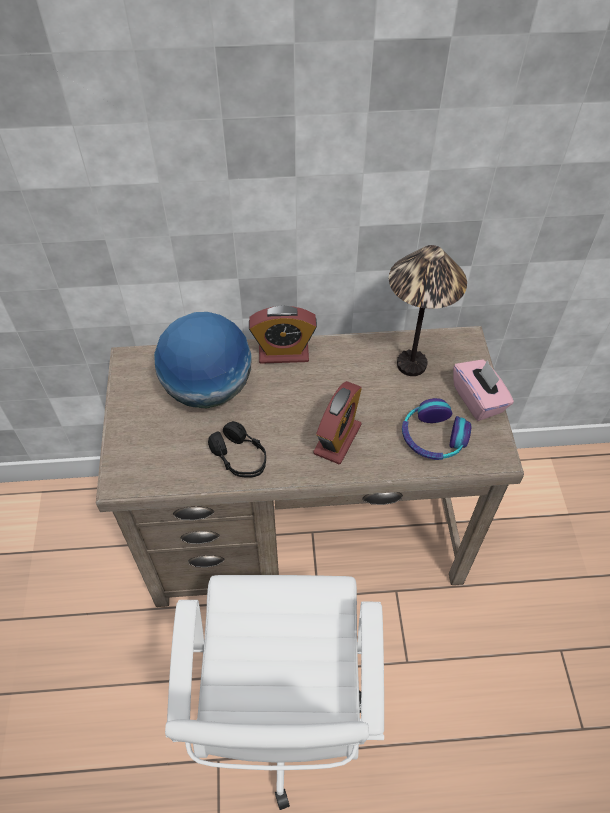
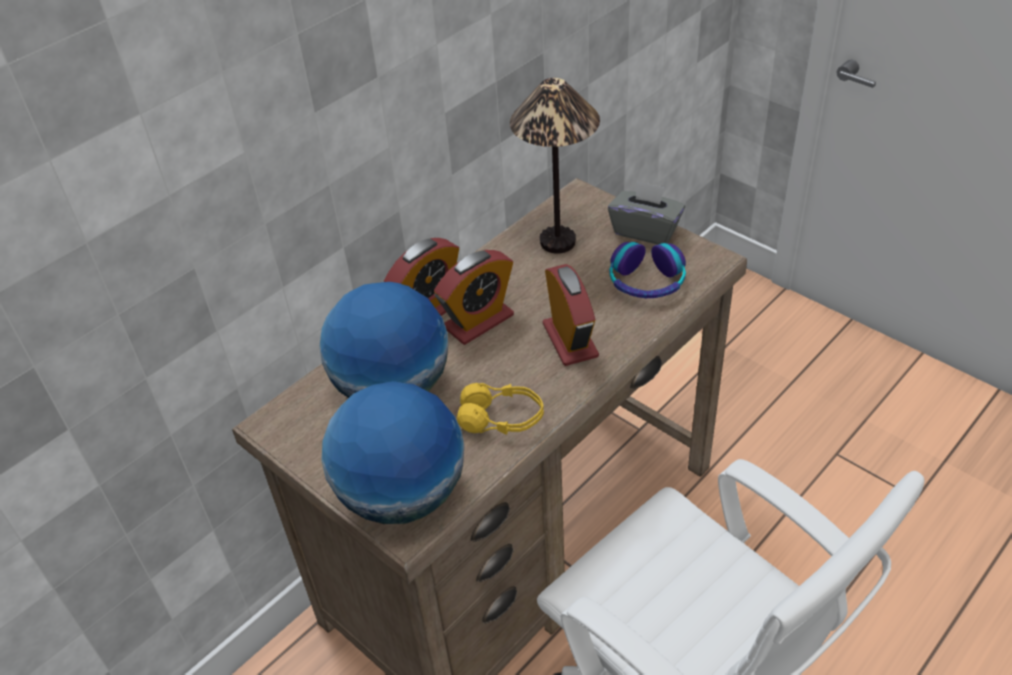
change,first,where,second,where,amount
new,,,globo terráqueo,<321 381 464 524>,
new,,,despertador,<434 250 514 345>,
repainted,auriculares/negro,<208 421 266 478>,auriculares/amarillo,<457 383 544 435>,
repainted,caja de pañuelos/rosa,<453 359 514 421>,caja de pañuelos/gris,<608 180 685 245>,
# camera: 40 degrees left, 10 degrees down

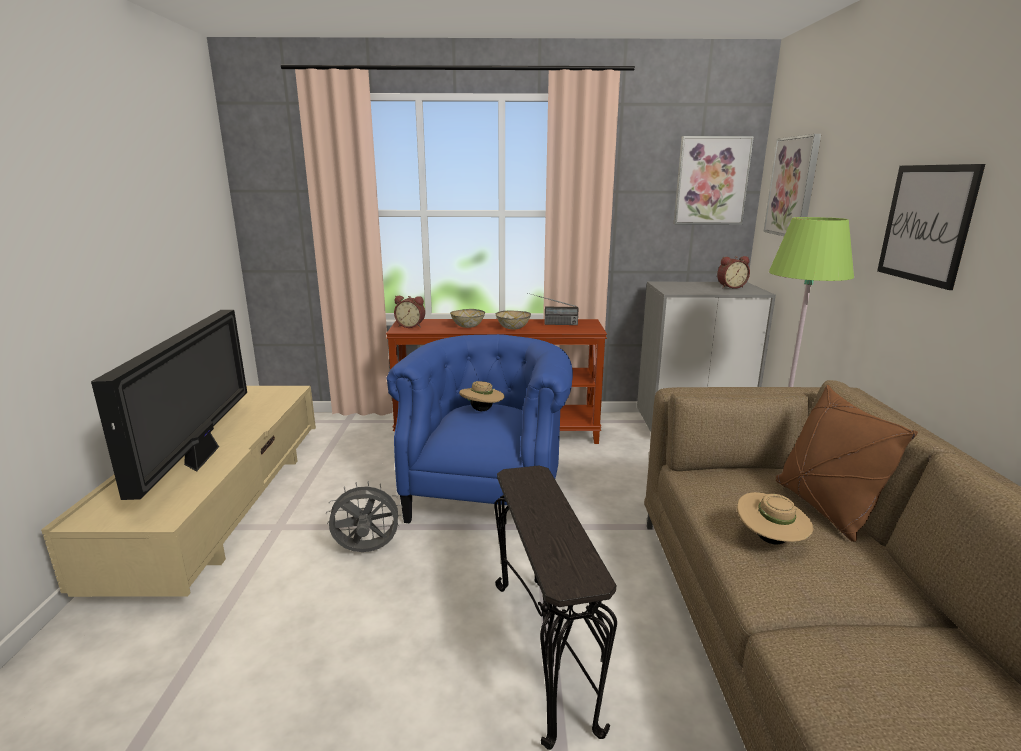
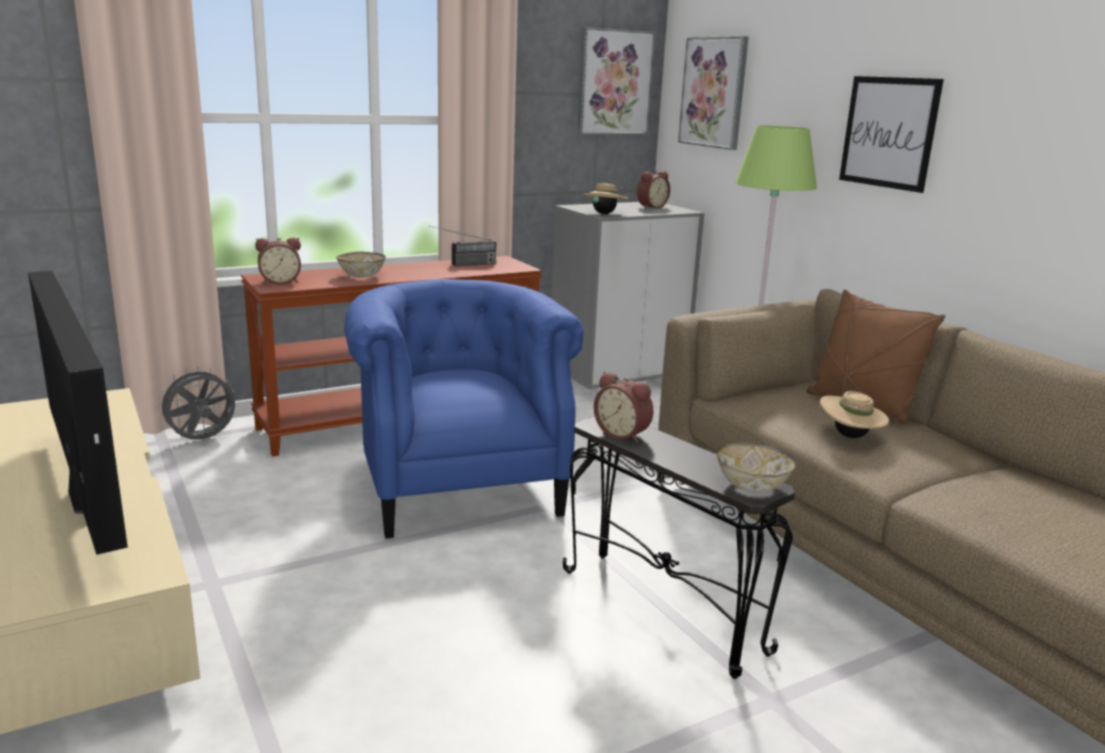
change,first,where,second,where,amount
shifted,ventilador/gris,<326 481 403 552>,,<156 366 235 439>,
shifted,sombrero/beis,<459 381 504 411>,,<583 184 629 214>,
new,,,despertador,<594 372 654 443>,
shifted,cuenco,<496 311 531 330>,,<717 443 796 493>,
# camera: 30 degrees left, 0 degrees up

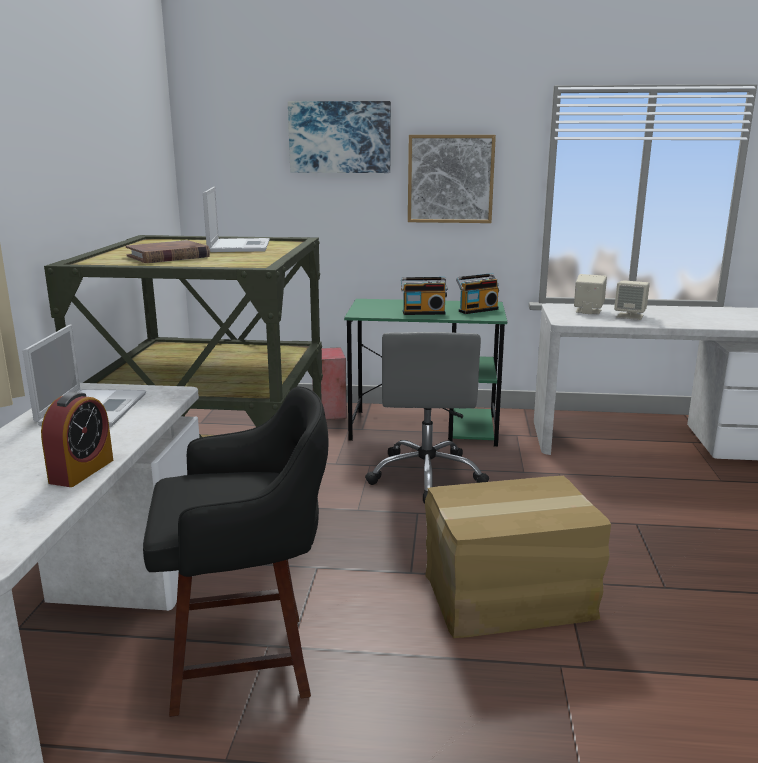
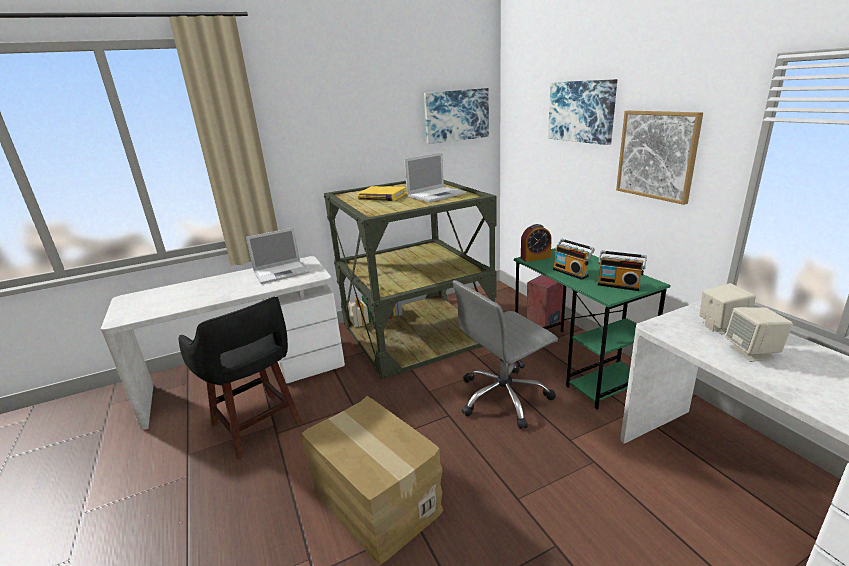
change,first,where,second,where,amount
repainted,libro/marrón,<126 240 210 263>,libro/amarillo,<357 186 407 201>,
new,,,cuadro,<424 88 489 144>,
shifted,despertador,<41 392 113 487>,,<521 224 552 262>,
# camera: 60 degrees right, 5 degrees up

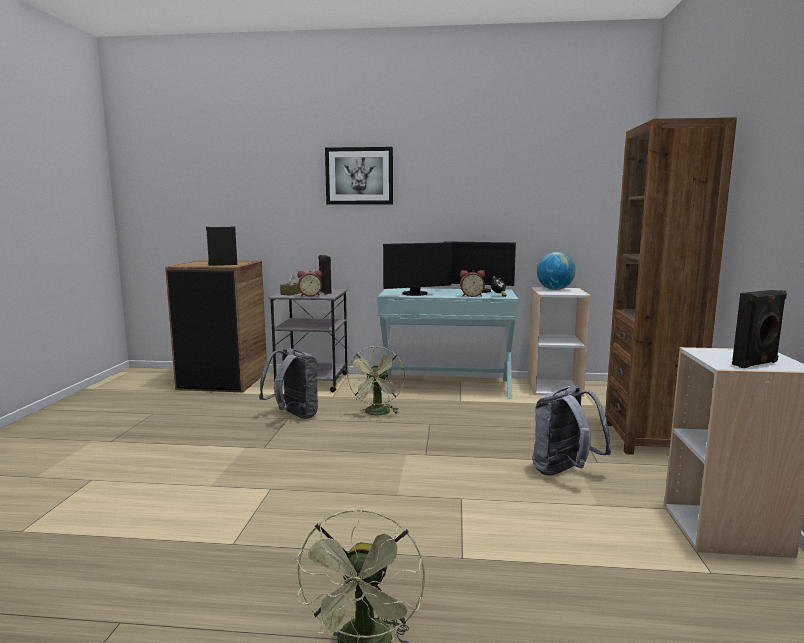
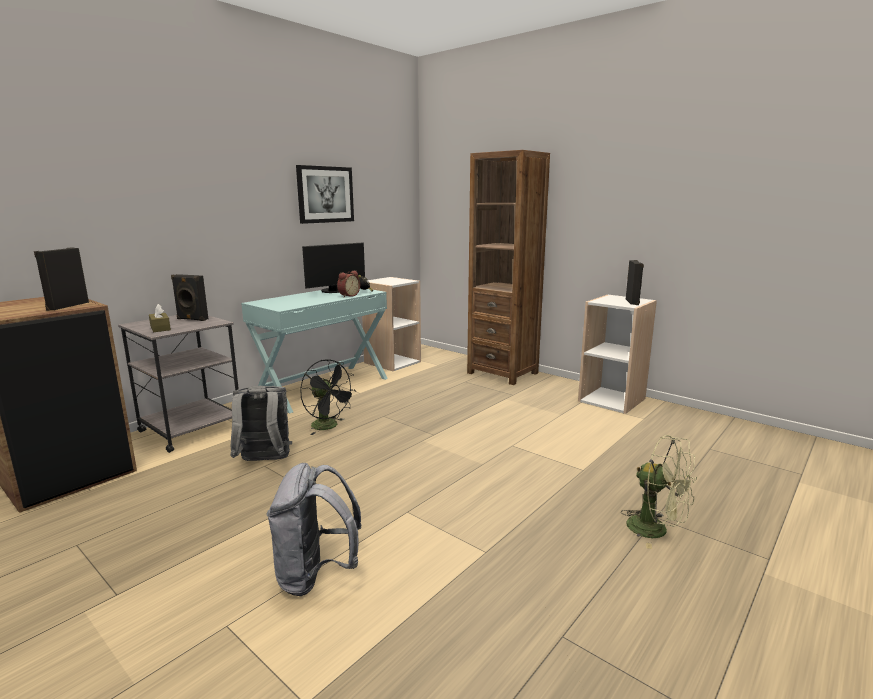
change,first,where,second,where,amount
shifted,mochila/gris,<533 386 611 476>,,<267 463 362 596>,
shifted,cuadro,<325 147 393 204>,,<296 165 354 224>,
repainted,ventilador/verde,<347 346 405 415>,ventilador/negro,<300 359 356 435>,
gone,despertador,<297 270 322 297>,,,
gone,monitor,<383 242 452 296>,,,
gone,globo terráqueo,<537 252 575 290>,,,
# camera: 55 degrees left, 5 degrees up

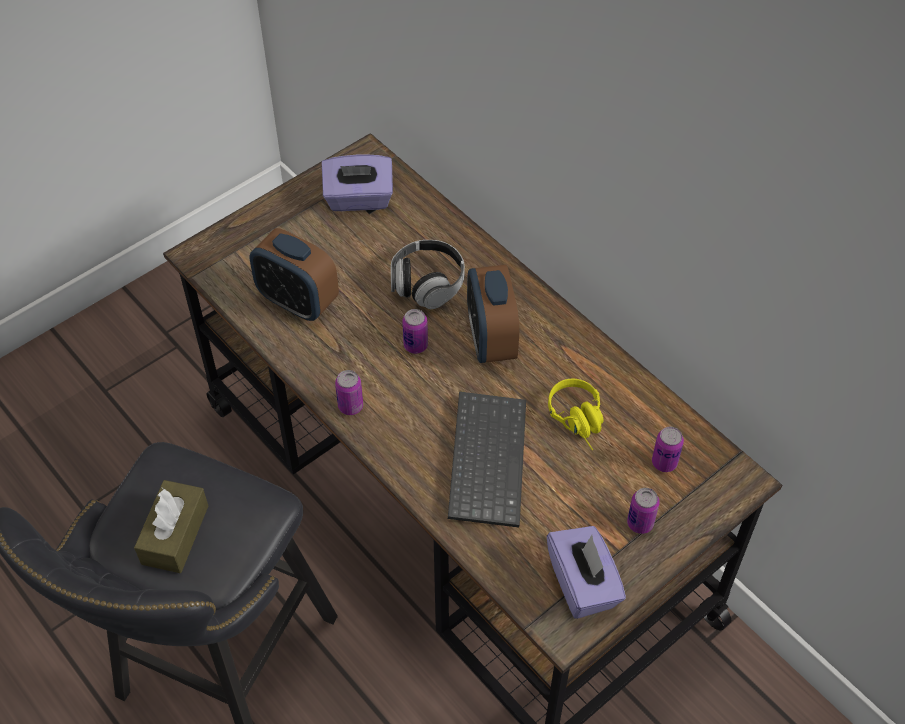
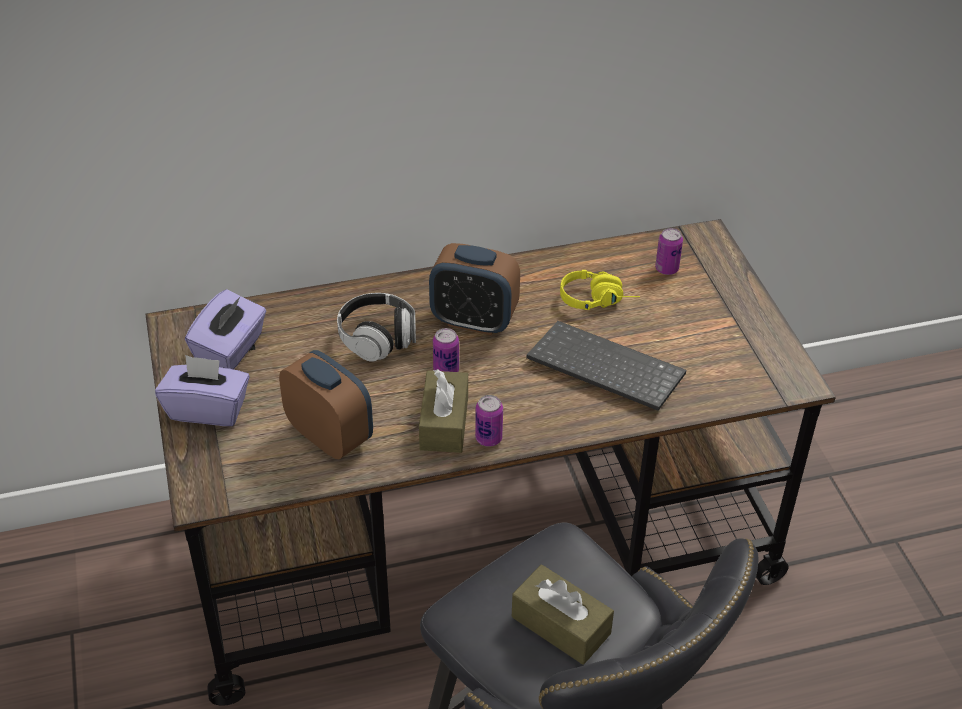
change,first,where,second,where,amount
shifted,caja de pañuelos/morado,<546 526 626 619>,,<155 355 250 426>,
rotated,despertador,<249 228 339 321>,,<279 350 373 459>,105 degrees counterclockwise
new,,,caja de pañuelos/marrón,<419 369 468 453>,
gone,lata,<627 488 659 534>,,,
# camera: 65 degrees left, 10 degrees down

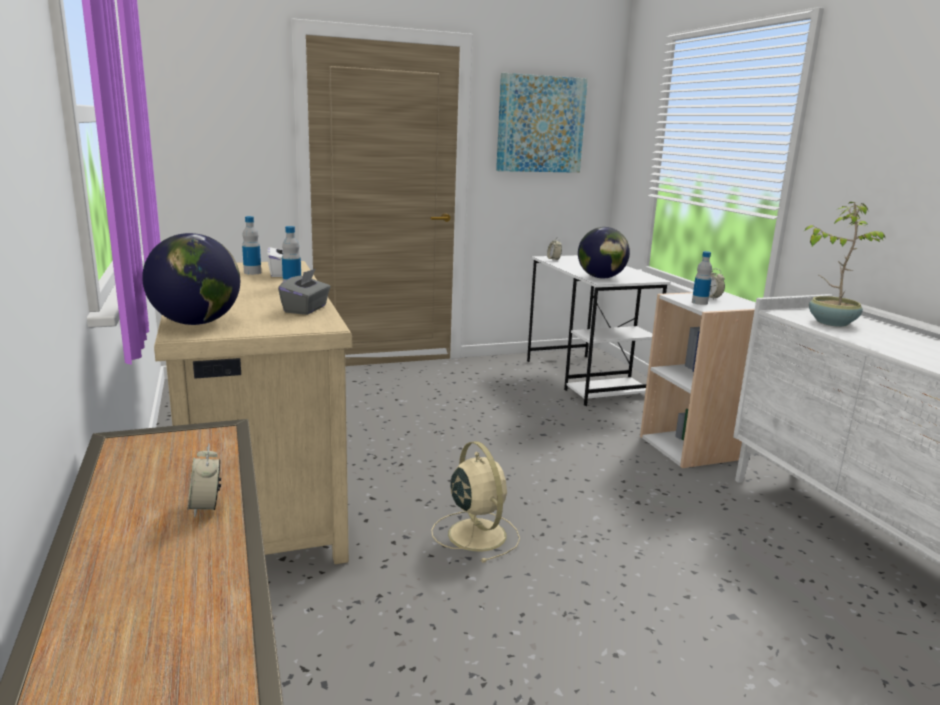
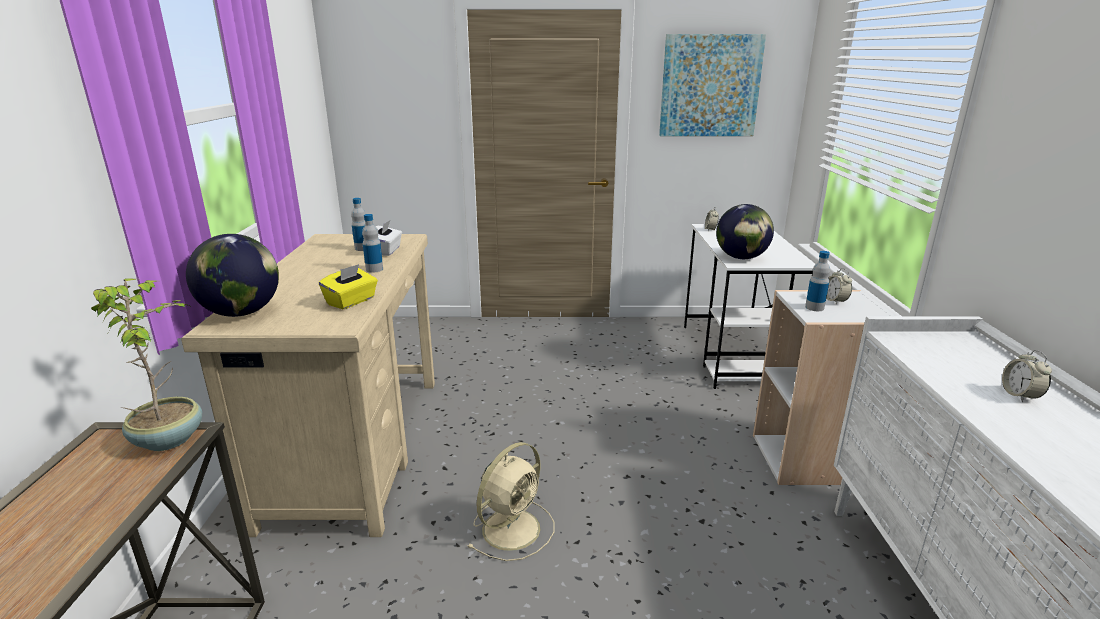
change,first,where,second,where,amount
shifted,planta en maceta,<804 202 886 327>,,<91 278 202 451>,
repainted,caja de pañuelos/gris,<278 268 330 315>,caja de pañuelos/amarillo,<319 264 378 309>,
rotated,ventilador/beis,<431 441 520 563>,,<467 442 554 561>,45 degrees clockwise
shifted,despertador,<187 443 221 518>,,<1002 350 1052 402>,
# camera: 20 degrees right, 5 degrees up

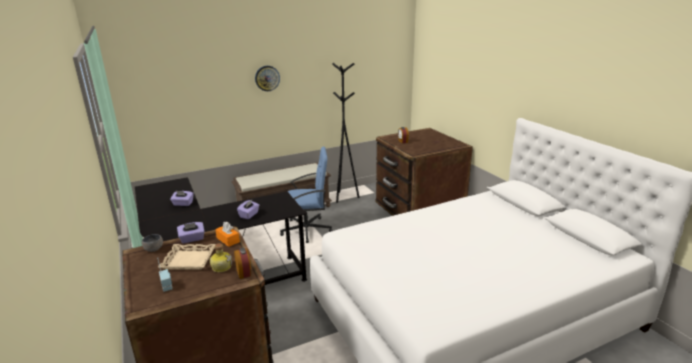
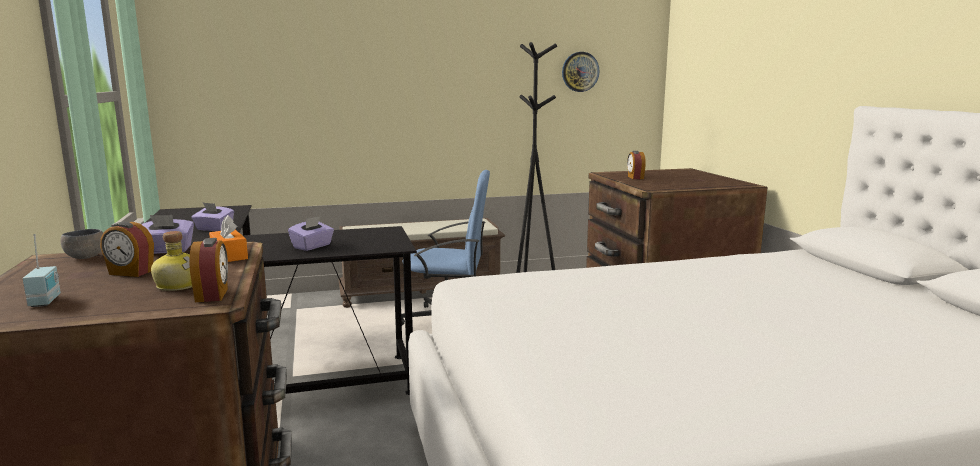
change,first,where,second,where,amount
swapped,bandeja/beis,<158 244 216 270>,despertador,<100 221 154 277>,
shifted,reloj de pared,<255 66 280 91>,,<562 52 599 92>,
# camera: 10 degrees right, 10 degrees down

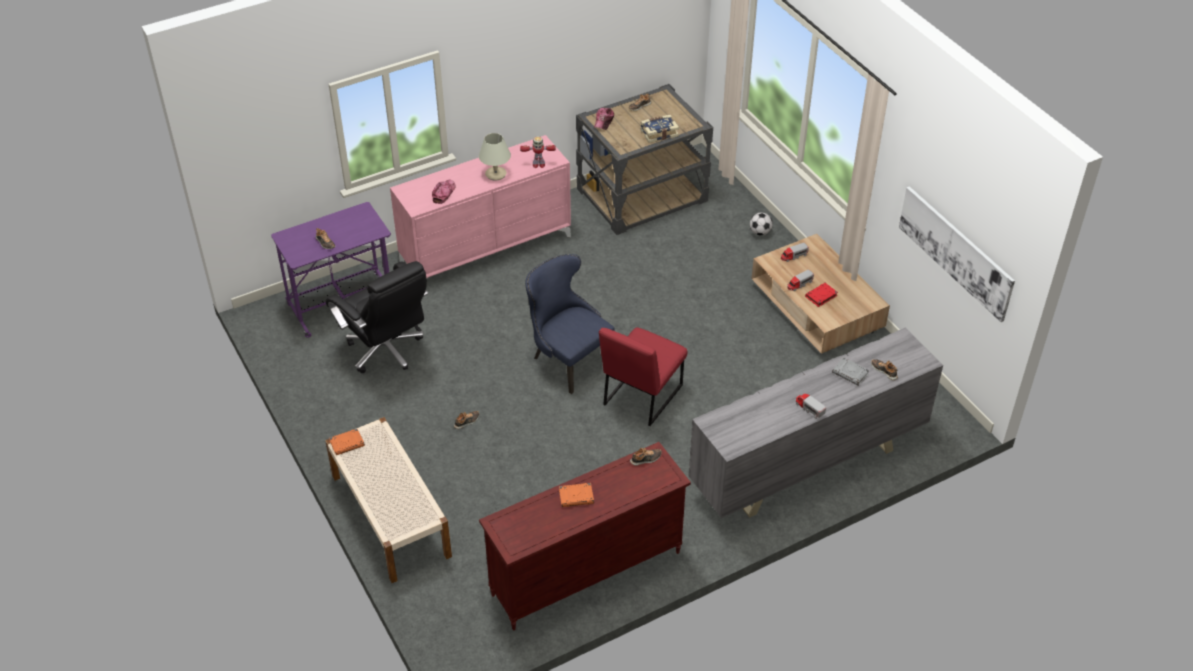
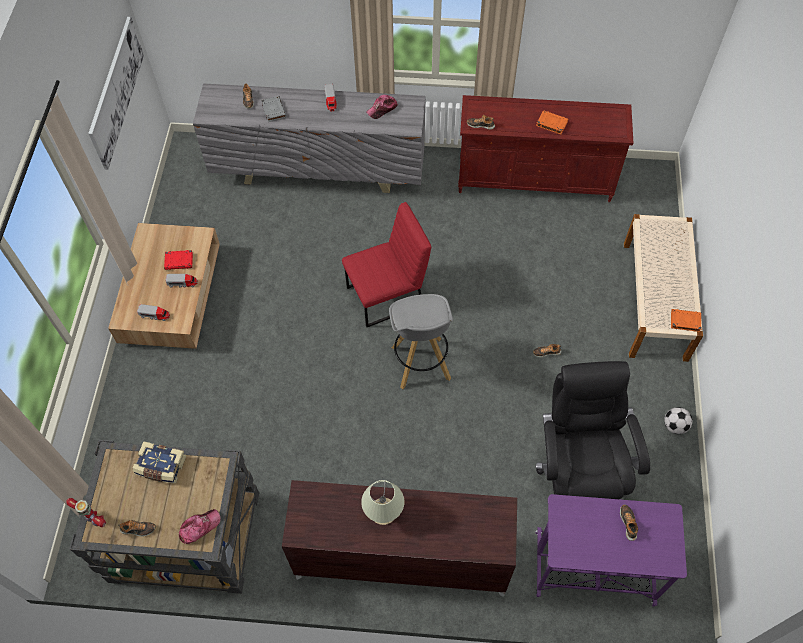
change,first,where,second,where,amount
shifted,robot de juguete,<520 136 556 168>,,<66 498 106 527>,
repainted,cómoda/rosa,<390 135 571 279>,cómoda/marrón,<282 480 517 597>,
shifted,gorra,<432 179 455 204>,,<366 95 398 119>,
swapped,silla/azul,<525 254 615 394>,taburete/gris,<389 294 453 389>,
shifted,balón de fútbol,<750 213 773 236>,,<664 407 693 434>,
# camera: 145 degrees left, 15 degrees up

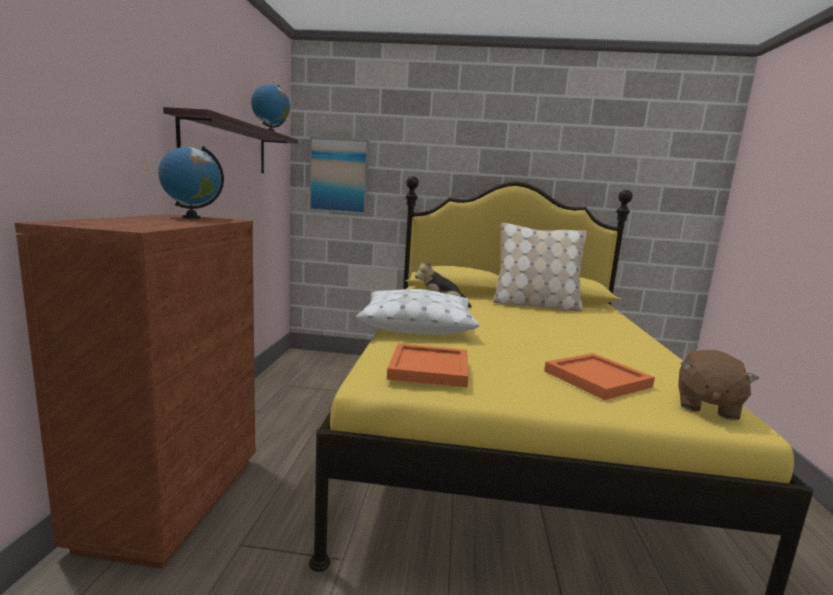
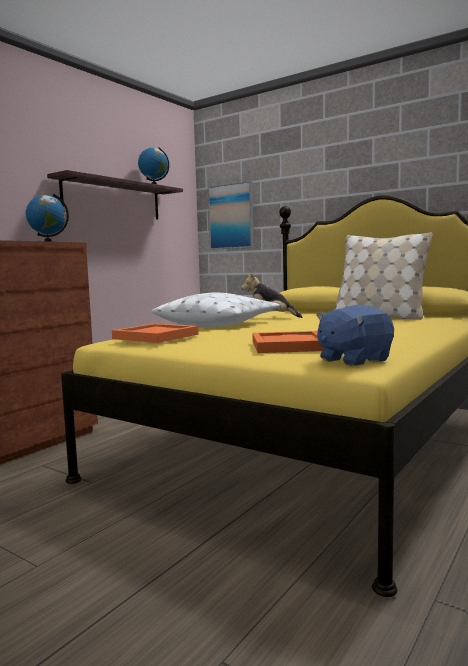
change,first,where,second,where,amount
repainted,peluche/marrón,<678 350 759 420>,peluche/azul,<317 305 394 366>,
# camera: 30 degrees right, 5 degrees down

